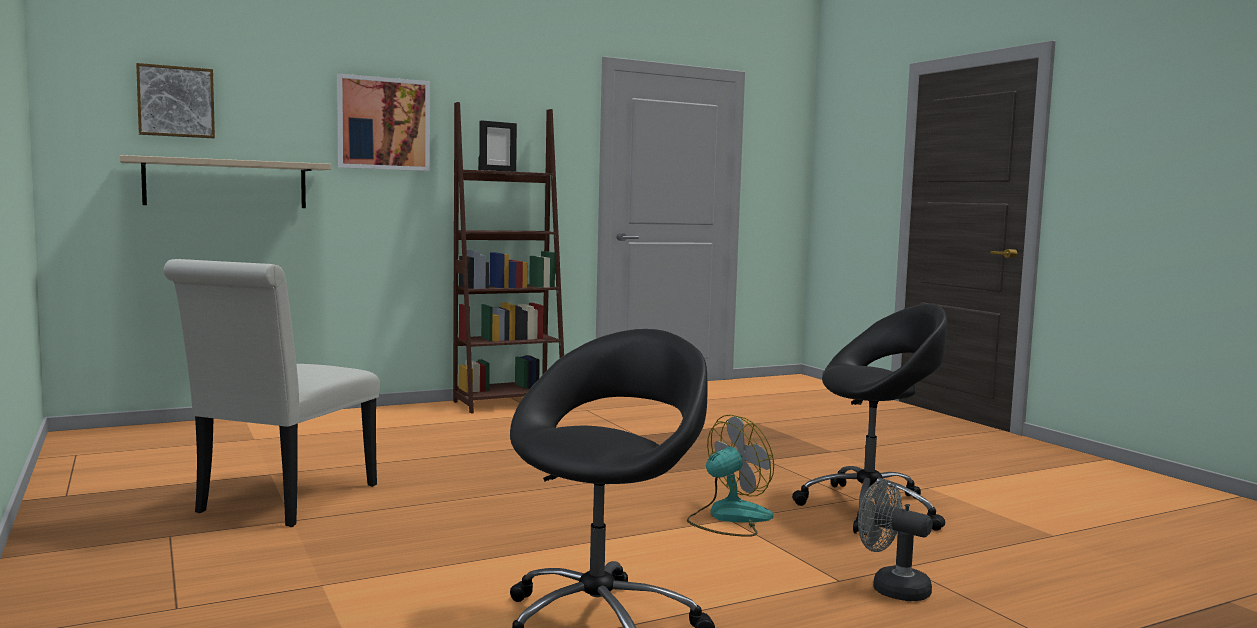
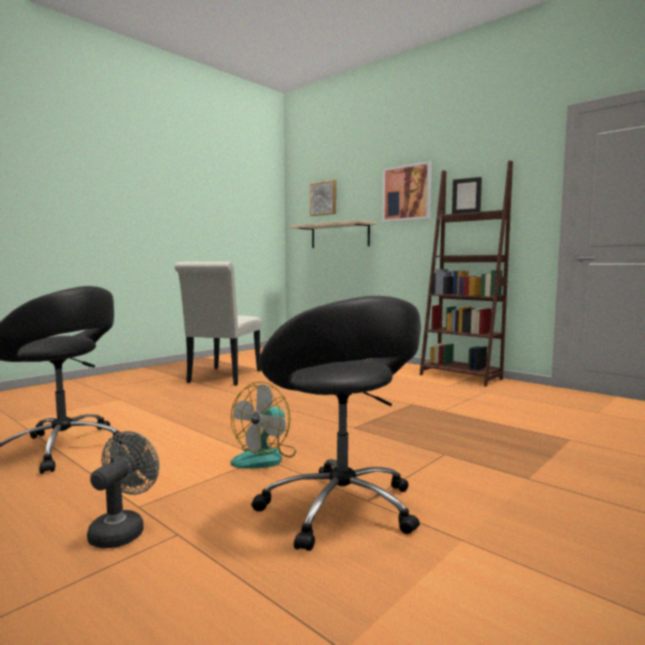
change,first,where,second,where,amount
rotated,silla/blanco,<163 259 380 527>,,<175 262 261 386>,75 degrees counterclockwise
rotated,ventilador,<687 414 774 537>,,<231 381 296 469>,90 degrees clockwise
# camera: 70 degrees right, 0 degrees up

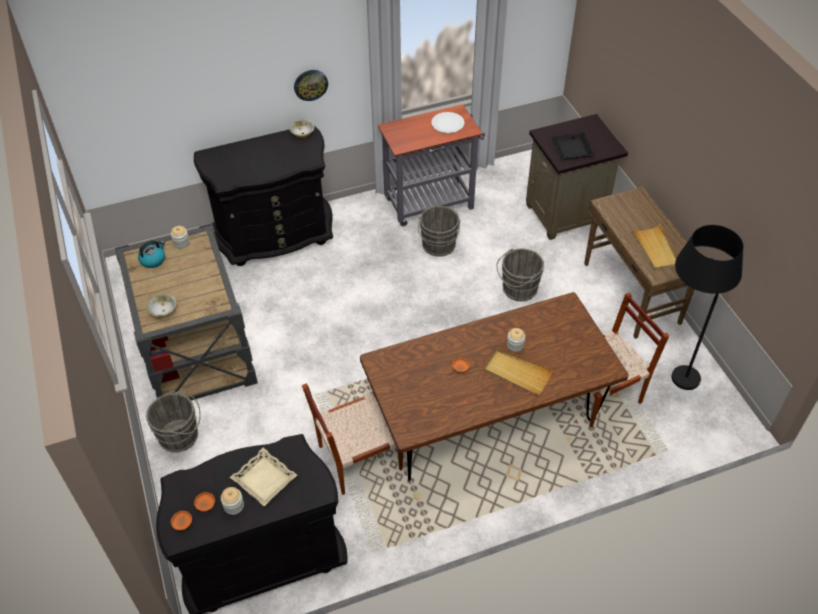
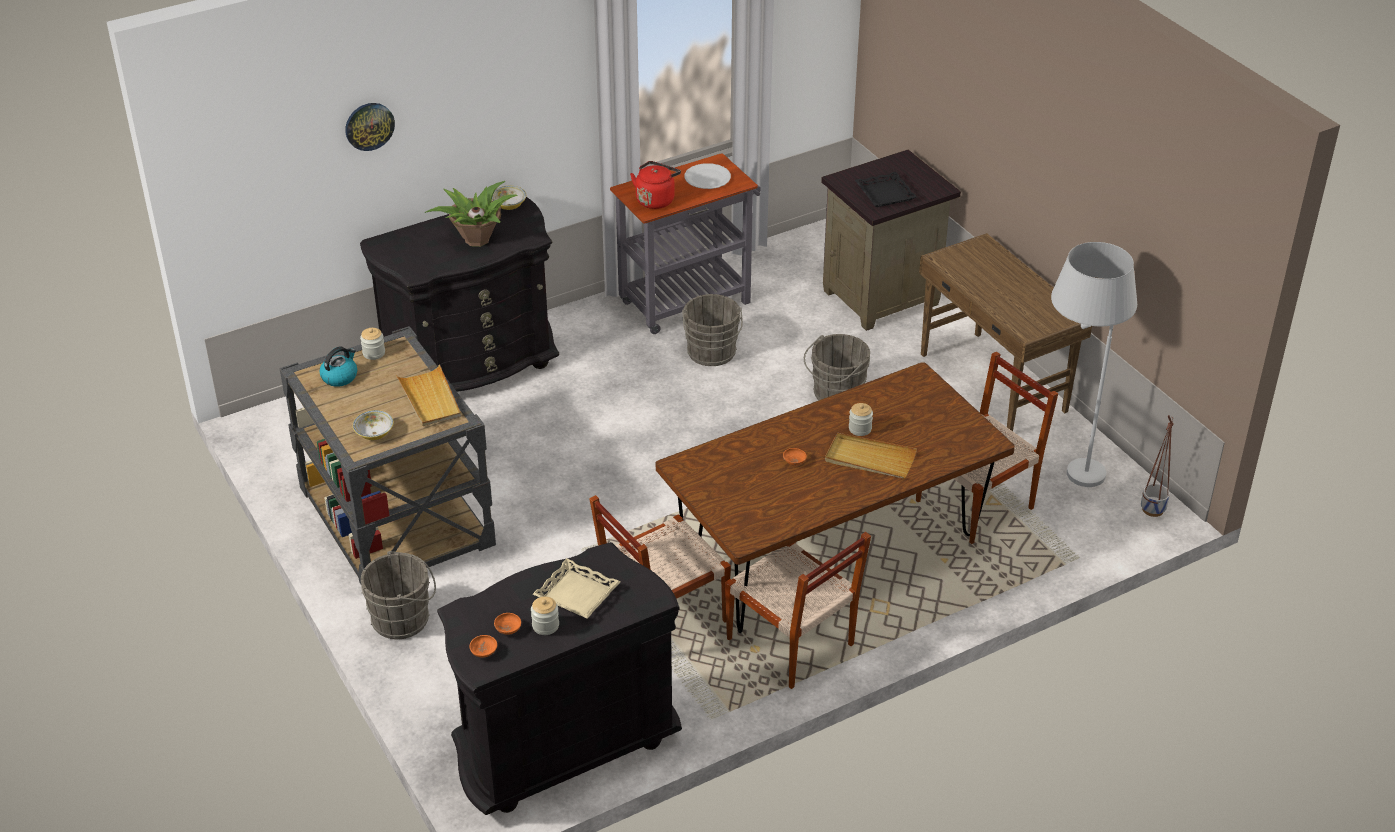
change,first,where,second,where,amount
shifted,reloj de pared,<294 70 328 101>,,<345 103 395 151>,
shifted,bandeja/beis,<632 224 677 270>,,<396 364 461 426>,
new,,,planta en maceta,<425 181 517 247>,
new,,,hervidor/rojo,<630 161 681 209>,
new,,,silla,<725 532 871 689>,
repainted,lámpara de pie/negro,<672 225 744 390>,lámpara de pie/blanco,<1051 242 1137 487>,
new,,,maceta,<1141 415 1174 517>,
# camera: 10 degrees left, 10 degrees down

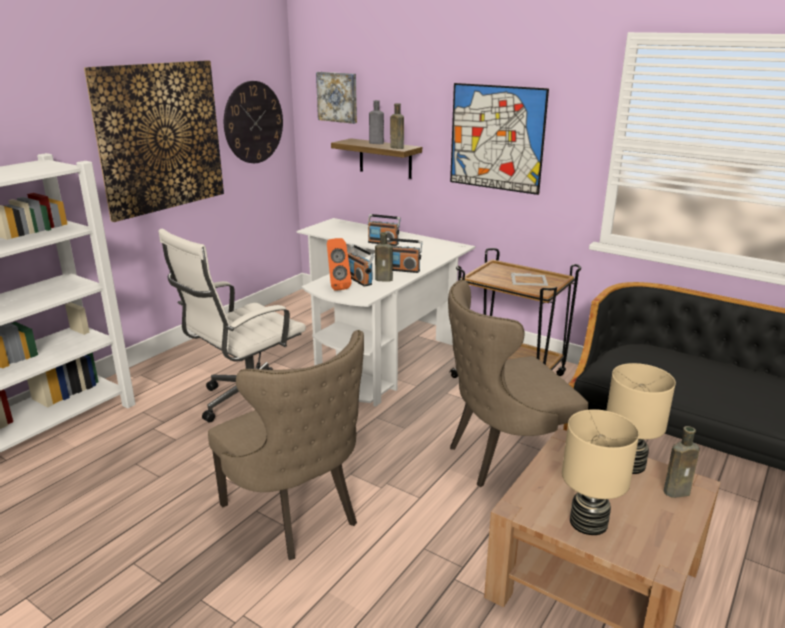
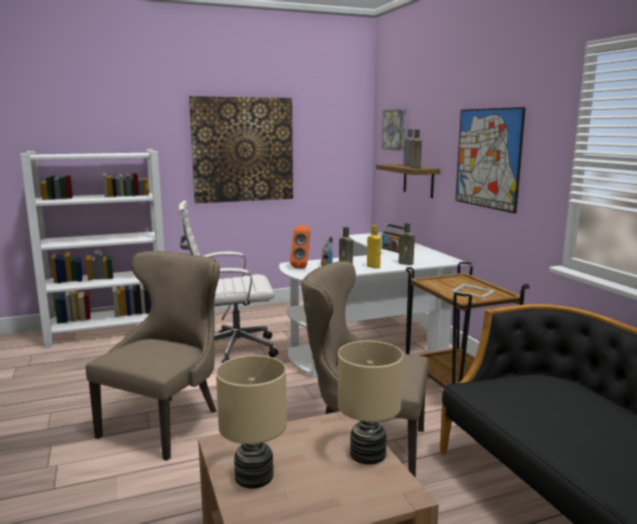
change,first,where,second,where,amount
rotated,silla/beis,<208 330 364 560>,,<86 251 220 461>,150 degrees counterclockwise
swapped,radio,<387 238 422 273>,botella/amarillo,<367 225 381 268>,
shifted,botella/marrón,<664 426 700 498>,,<399 223 415 265>,
gone,reloj de pared,<224 81 283 163>,,,
# camera: 35 degrees right, 10 degrees down

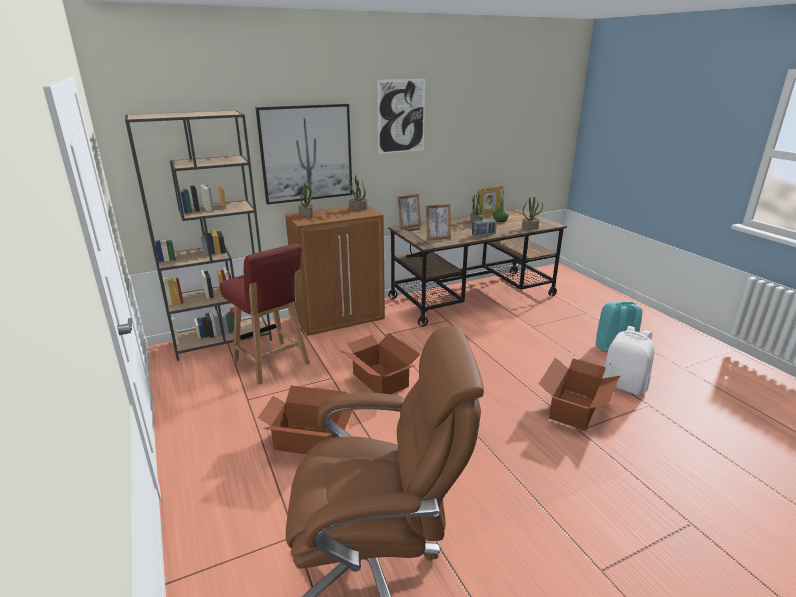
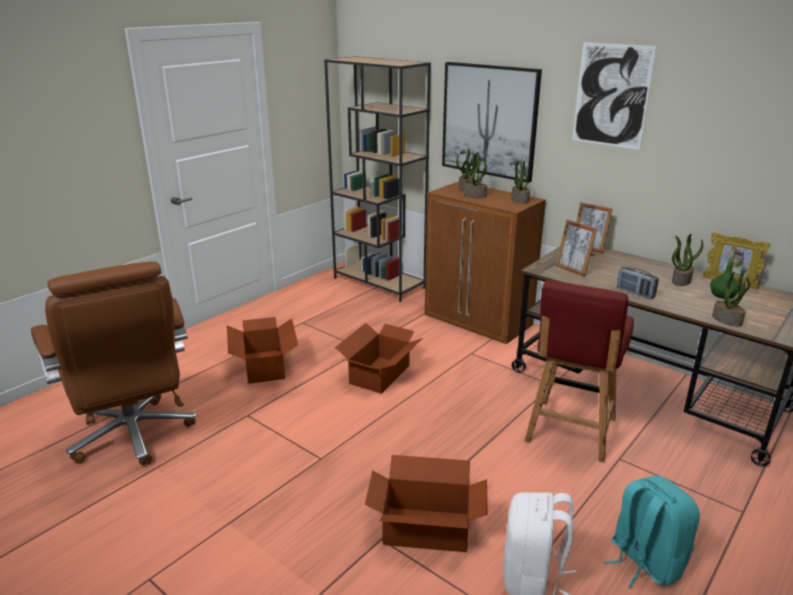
change,first,where,second,where,amount
new,,,planta en maceta,<464 154 487 198>,
shifted,silla/rojo,<220 243 310 384>,,<525 280 634 463>,
# camera: 65 degrees right, 0 degrees up

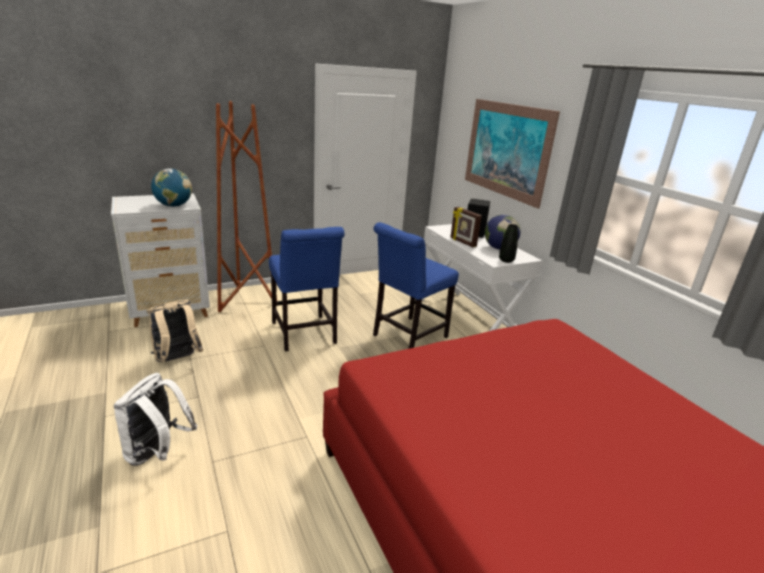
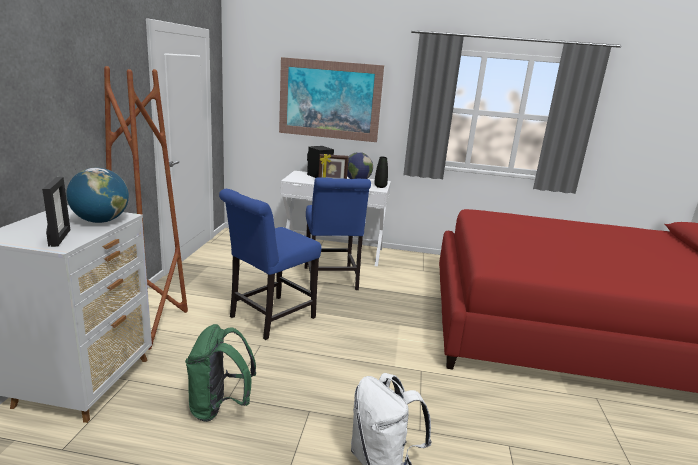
change,first,where,second,where,amount
new,,,portarretratos,<42 177 70 247>,
repainted,mochila/beis,<147 300 203 362>,mochila/verde,<185 324 256 422>,
rotated,silla/azul,<269 227 345 351>,,<219 189 321 340>,120 degrees clockwise
# camera: 55 degrees left, 5 degrees down

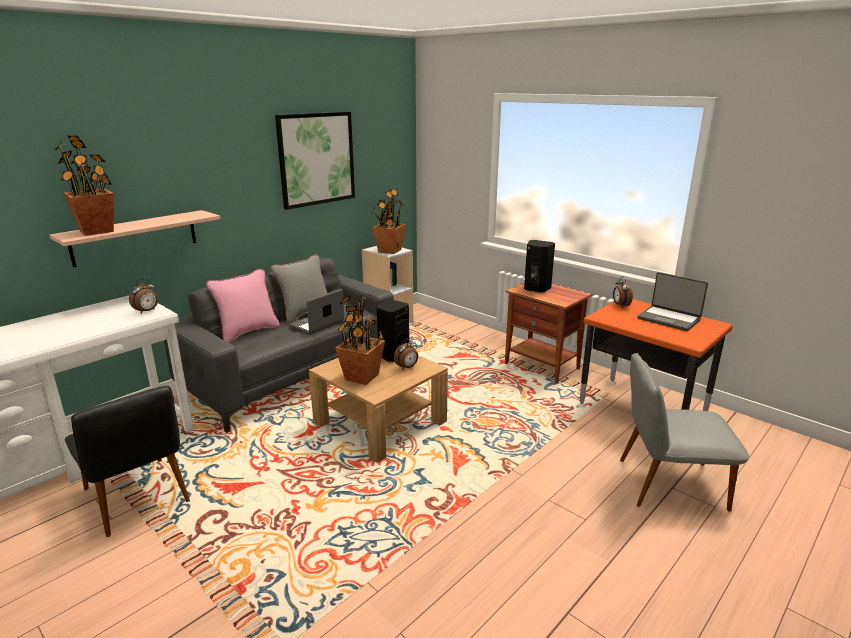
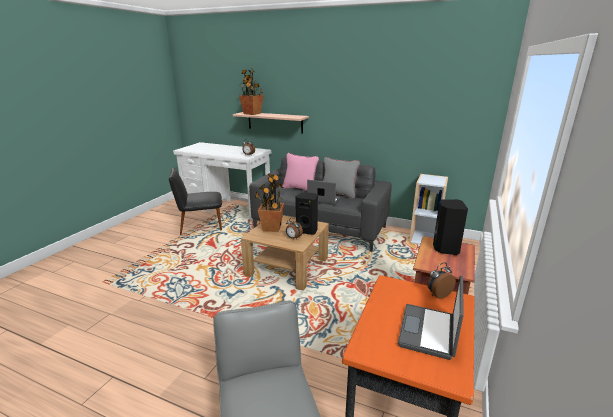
change,first,where,second,where,amount
rotated,silla/negro,<65 386 190 537>,,<169 168 222 235>,45 degrees clockwise
gone,cuadro,<275 112 355 210>,,,
gone,planta en maceta,<372 189 406 254>,,,
# camera: 70 degrees right, 0 degrees up

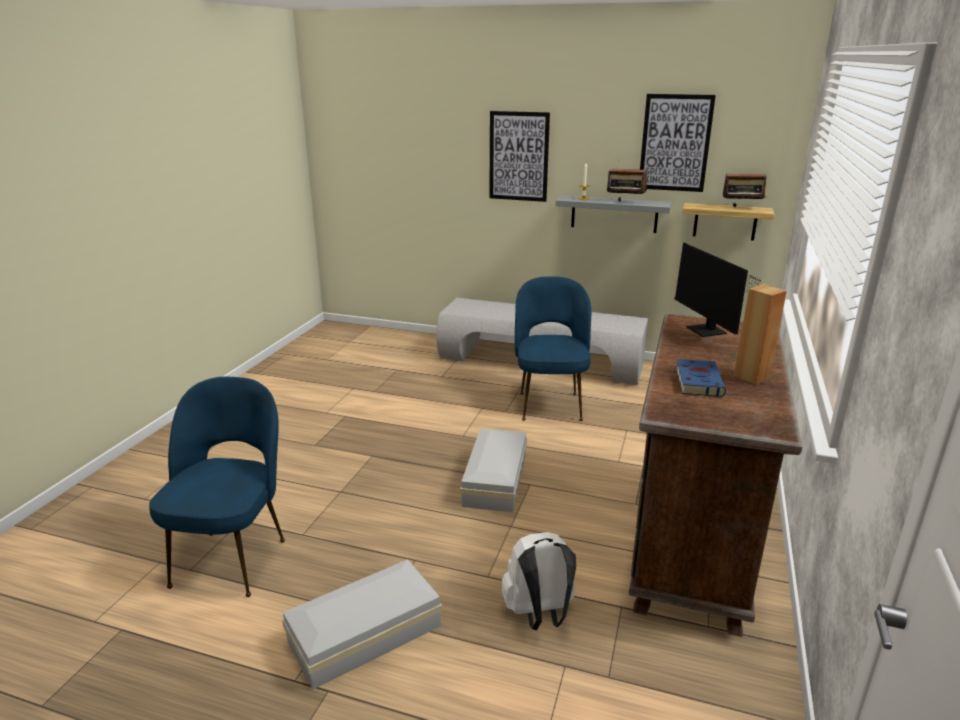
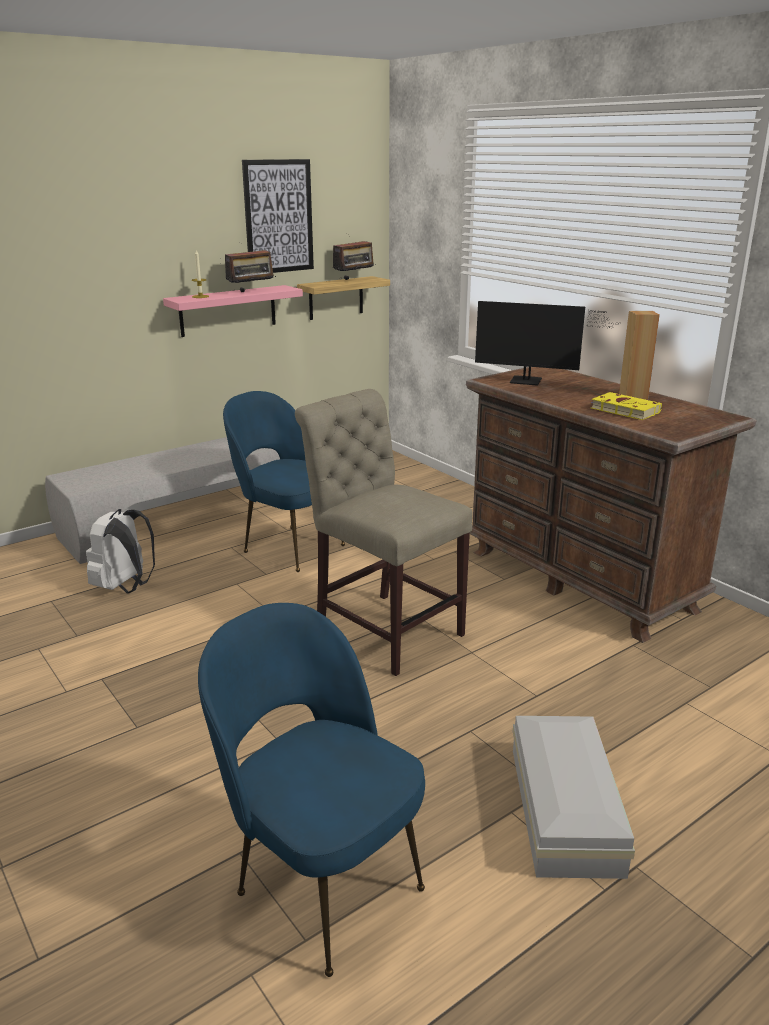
change,first,where,second,where,amount
shifted,mochila/blanco,<502 532 576 630>,,<86 509 155 594>,
repainted,estante/gris,<556 195 672 233>,estante/rosa,<163 285 303 337>,
swapped,caja de almacenaje/blanco,<460 428 527 512>,silla/beis,<295 389 473 676>,
repainted,libro/azul,<676 359 726 397>,libro/amarillo,<591 392 662 420>,
gone,cuadro,<489 111 550 202>,,,
# camera: 55 degrees left, 0 degrees up

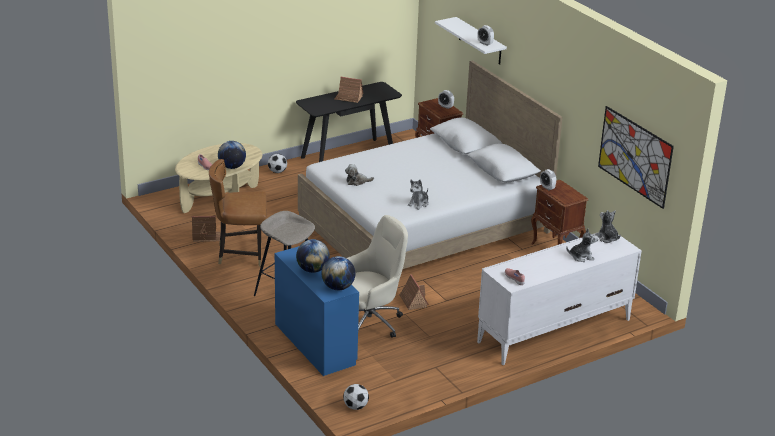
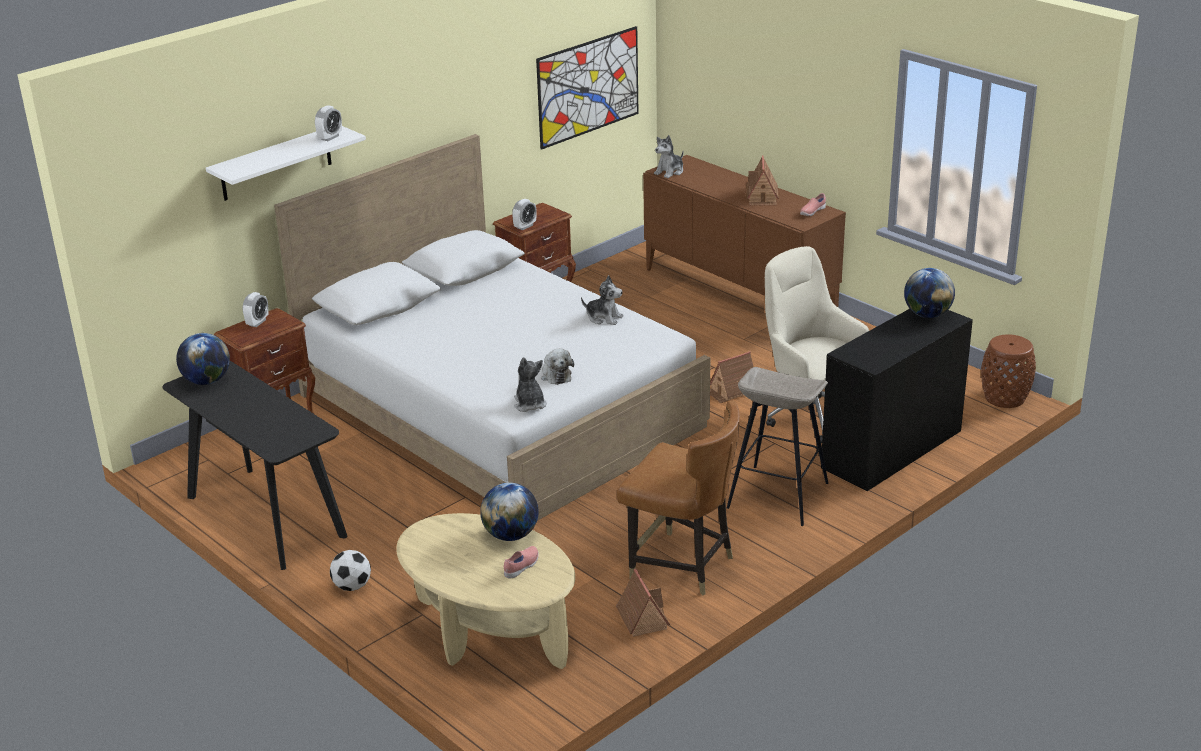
change,first,where,second,where,amount
shifted,globo terráqueo,<296 239 330 273>,,<176 333 230 385>,
shifted,peluche,<566 228 598 262>,,<514 357 546 412>,
rotated,silla/marrón,<209 159 267 267>,,<617 400 740 595>,45 degrees counterclockwise
repainted,cómoda/blanco,<477 232 642 365>,cómoda/marrón,<643 155 846 307>,
shifted,casita,<335 77 364 103>,,<745 155 779 205>,
repainted,escritorio/azul,<275 246 359 376>,escritorio/negro,<821 309 973 491>,
swapped,balón de fútbol,<343 384 369 410>,taburete/marrón,<981 334 1036 408>,
# camera: 100 degrees left, 0 degrees up

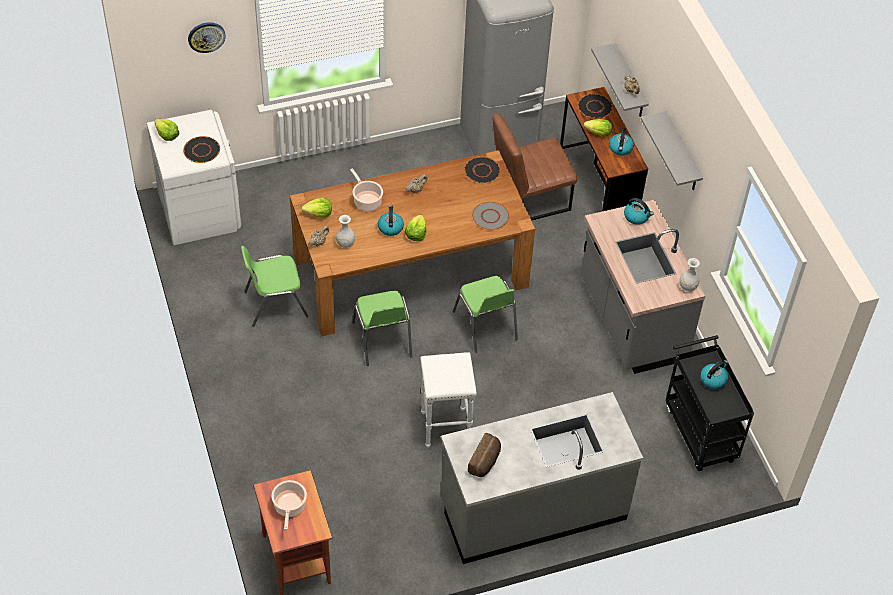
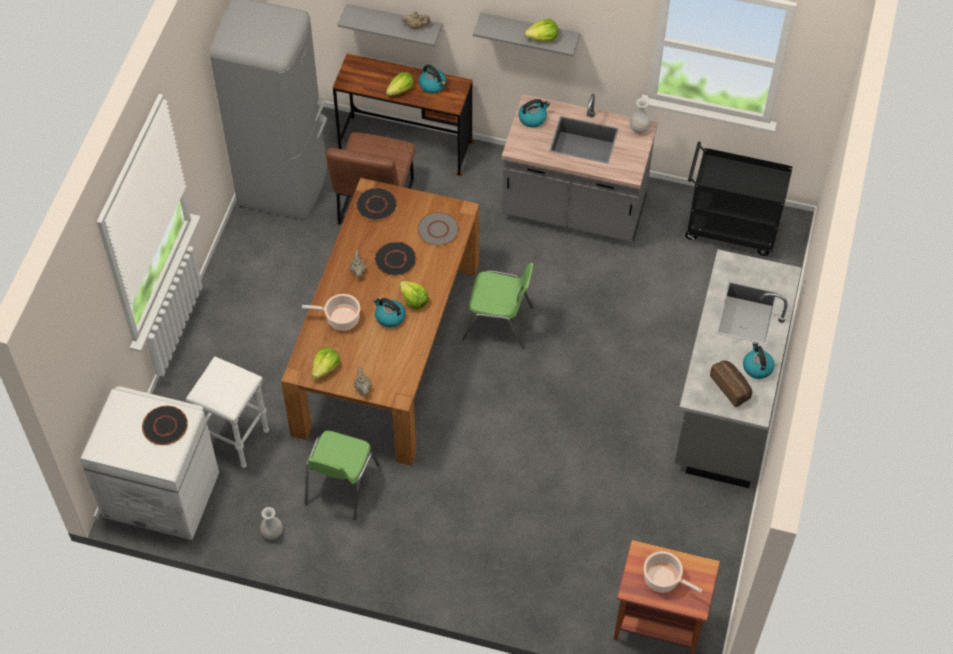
change,first,where,second,where,amount
shifted,taburete/blanco,<420 352 477 448>,,<186 357 269 468>,
shifted,florero/blanco,<336 215 355 248>,,<260 507 283 539>,
shifted,plato/negro,<578 94 613 119>,,<374 241 417 276>,
shifted,lechuga,<155 119 179 141>,,<525 19 558 42>,
shifted,hervidor,<700 360 728 389>,,<743 342 775 379>,
gone,reloj de pared,<188 22 226 53>,,,
gone,silla/verde,<352 291 412 366>,,,
# camera: 55 degrees left, 5 degrees up

